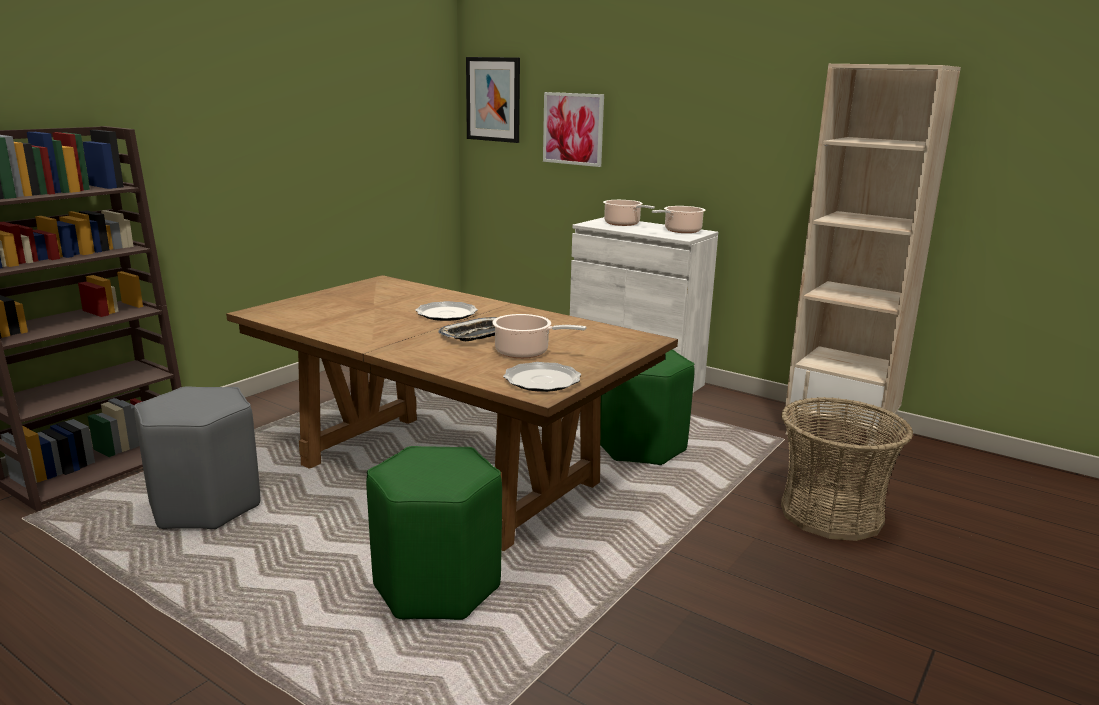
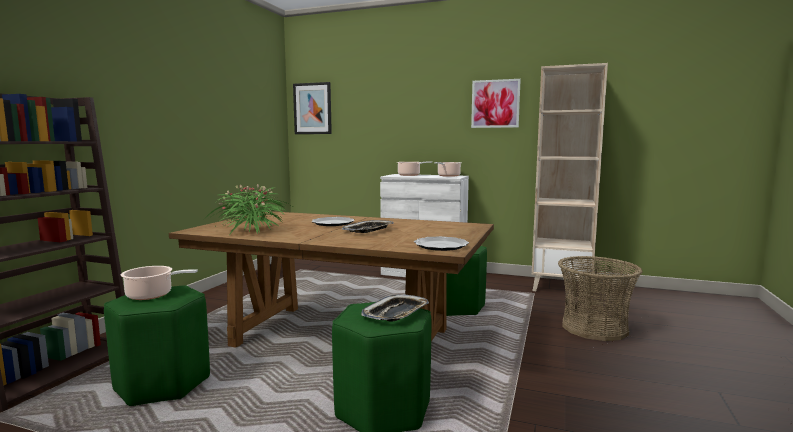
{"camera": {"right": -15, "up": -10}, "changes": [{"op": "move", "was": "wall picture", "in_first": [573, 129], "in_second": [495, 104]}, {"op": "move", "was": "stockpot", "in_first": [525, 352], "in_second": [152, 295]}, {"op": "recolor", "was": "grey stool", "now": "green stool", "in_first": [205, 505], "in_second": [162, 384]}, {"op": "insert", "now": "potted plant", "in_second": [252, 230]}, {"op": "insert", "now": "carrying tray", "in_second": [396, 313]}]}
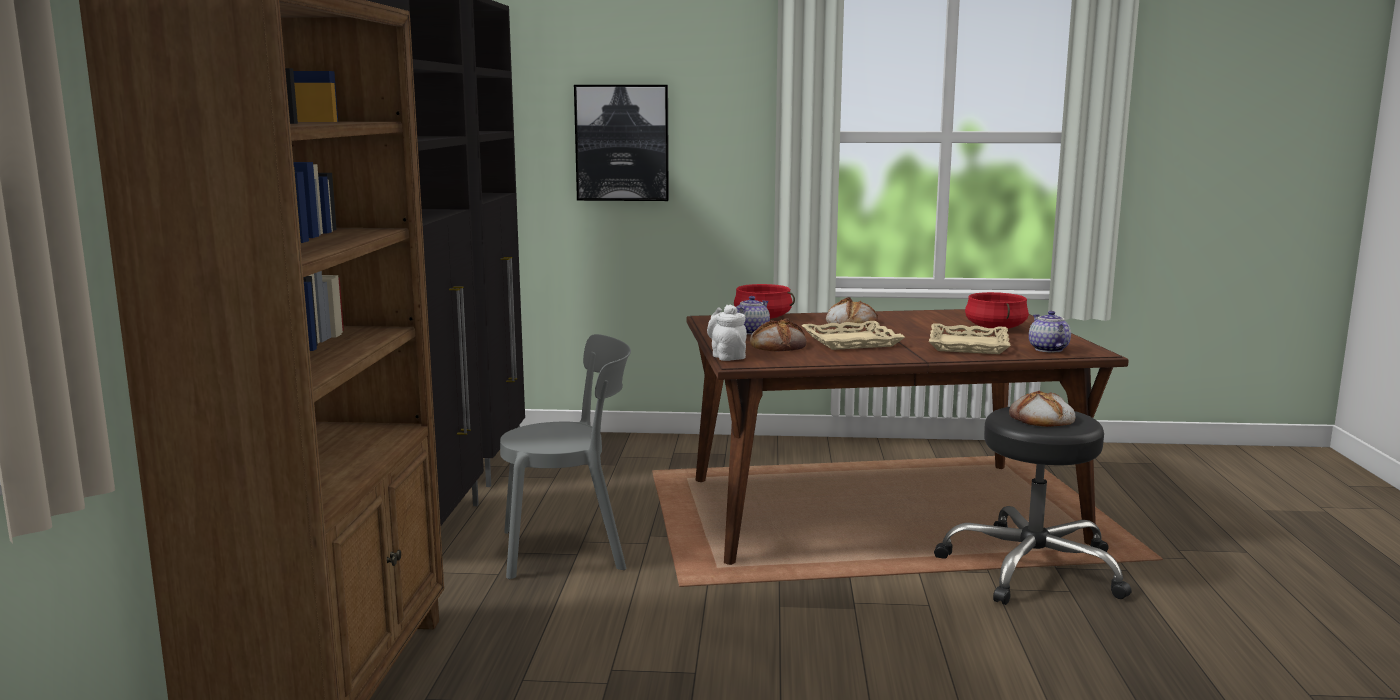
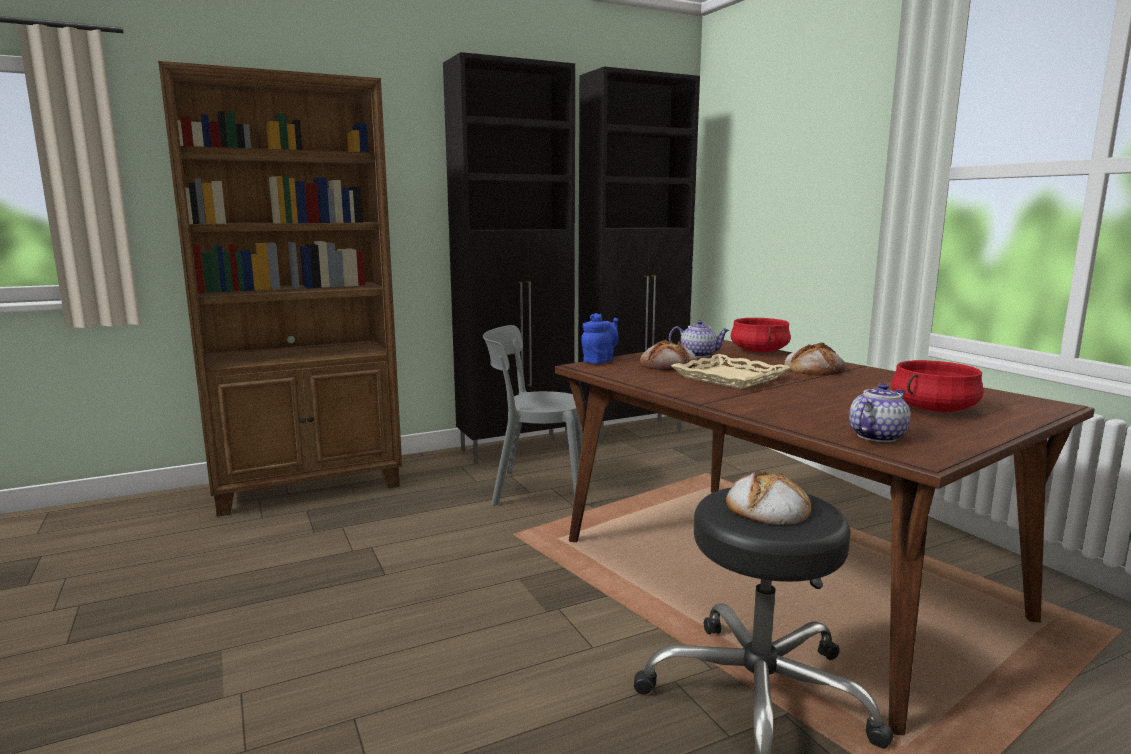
{"camera": {"right": 60, "up": 0}, "changes": [{"op": "delete", "was": "wall picture", "in_first": [622, 143]}, {"op": "recolor", "was": "white pot for tea", "now": "blue-coloured pot for tea", "in_first": [727, 356], "in_second": [600, 361]}, {"op": "delete", "was": "beige-coloured carrying tray", "in_first": [967, 345]}, {"op": "rotate", "was": "grey chair", "in_first": [571, 549], "in_second": [535, 488], "clockwise": 135}]}
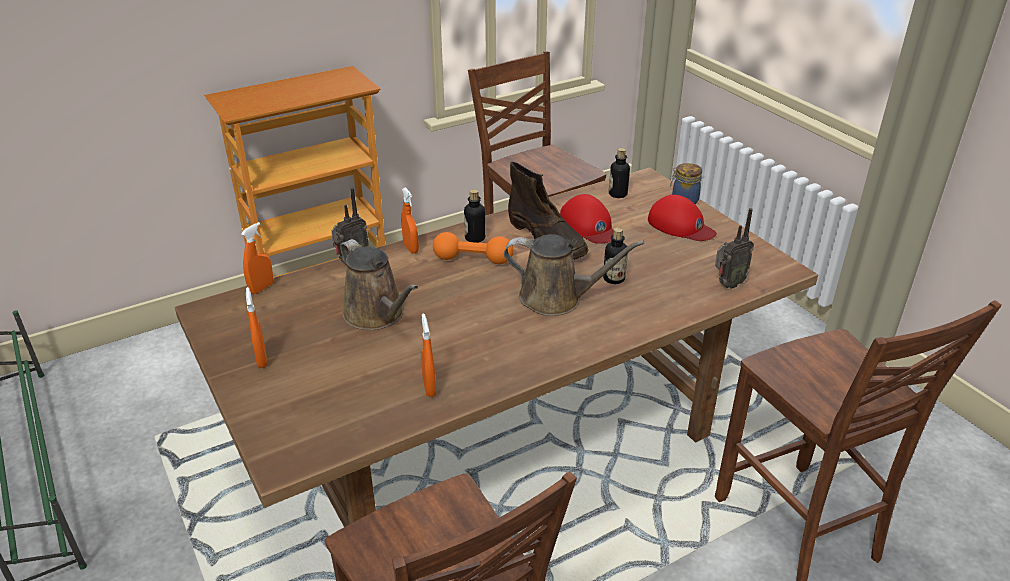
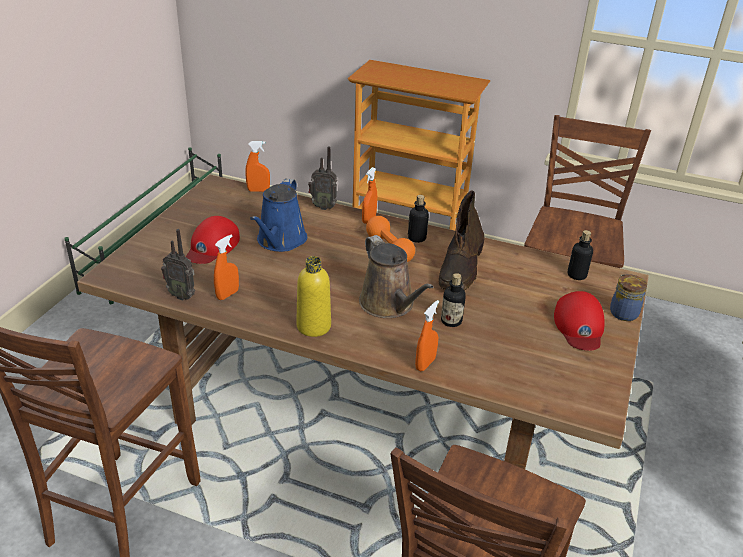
{"camera": {"right": 50, "up": 0}, "changes": [{"op": "move", "was": "red-coloured cap", "in_first": [588, 226], "in_second": [212, 246]}, {"op": "move", "was": "radio receiver", "in_first": [727, 284], "in_second": [182, 295]}, {"op": "recolor", "was": "brownish sprinkling can", "now": "blue-coloured sprinkling can", "in_first": [377, 315], "in_second": [280, 241]}, {"op": "move", "was": "orange sprayer", "in_first": [261, 359], "in_second": [425, 364]}, {"op": "insert", "now": "yellowish drink bottle", "in_second": [313, 326]}]}
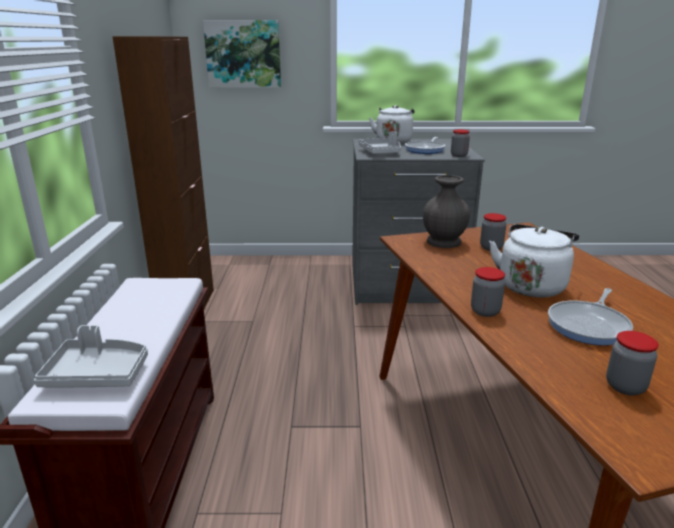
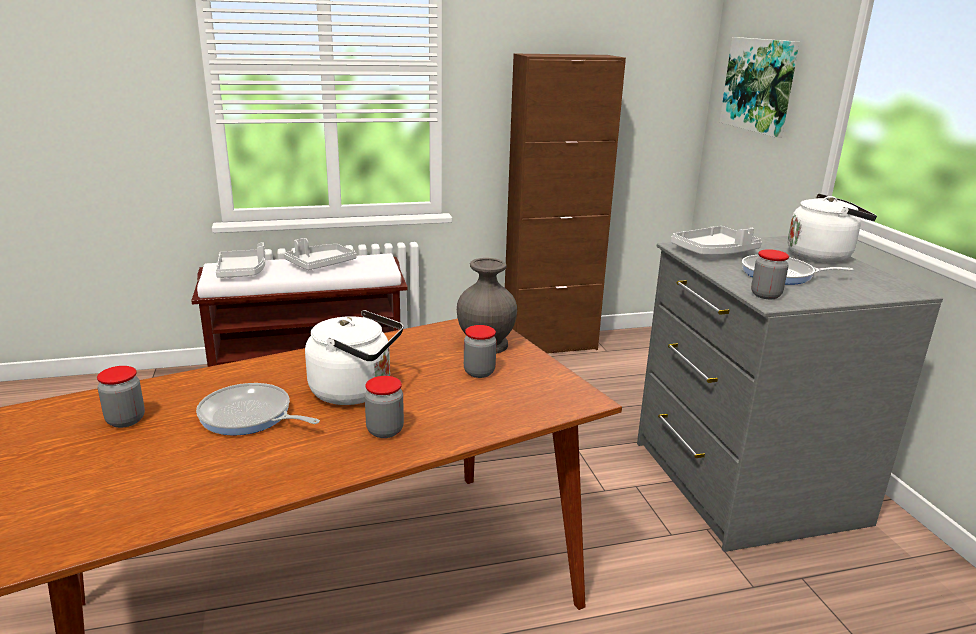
{"camera": {"right": 75, "up": 0}, "changes": [{"op": "move", "was": "jar", "in_first": [485, 311], "in_second": [385, 430]}, {"op": "insert", "now": "grey carrying tray", "in_second": [320, 264]}]}
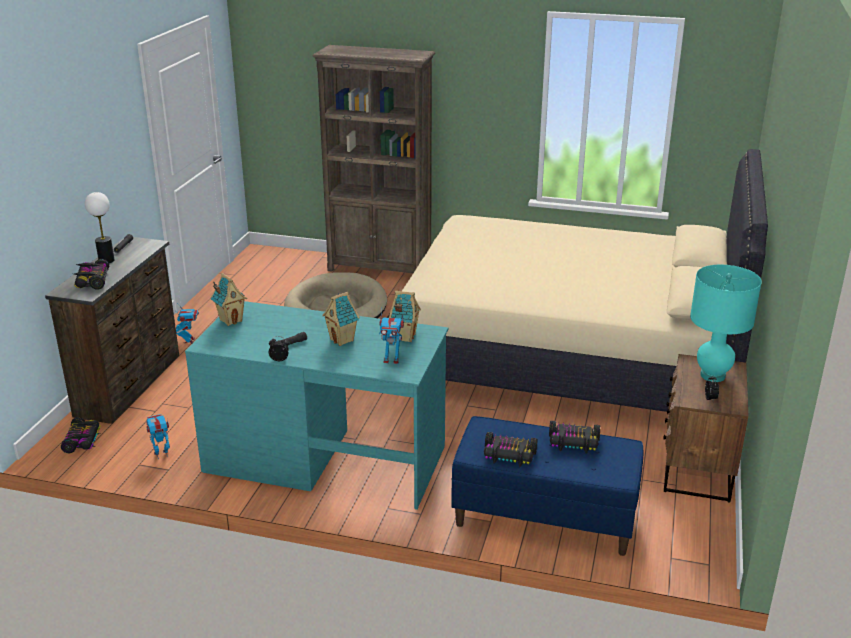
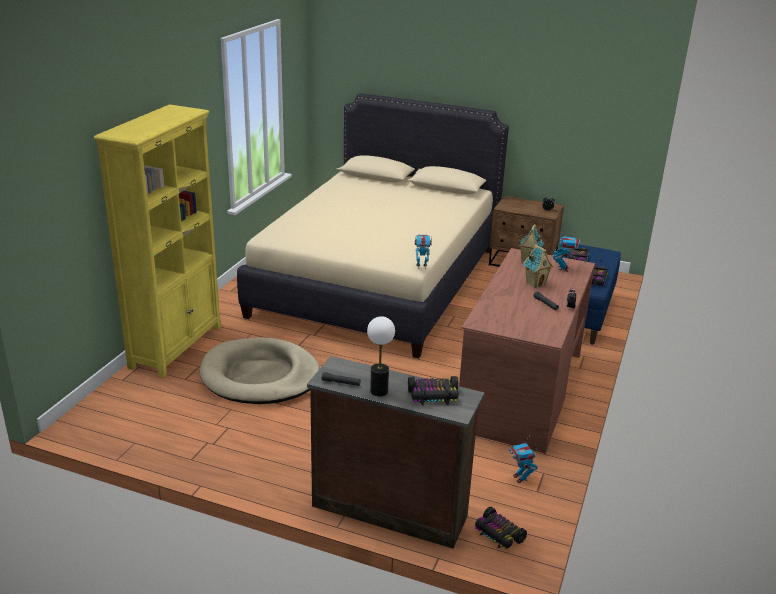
{"camera": {"right": -85, "up": 0}, "changes": [{"op": "recolor", "was": "brownish bookcase", "now": "yellowish bookcase", "in_first": [380, 268], "in_second": [176, 346]}, {"op": "delete", "was": "blue-green lamp for a table", "in_first": [712, 375]}, {"op": "delete", "was": "toy house", "in_first": [231, 320]}, {"op": "recolor", "was": "blue-green desk", "now": "brownish desk", "in_first": [325, 458], "in_second": [520, 391]}, {"op": "move", "was": "toy robot", "in_first": [189, 341], "in_second": [421, 266]}, {"op": "rotate", "was": "model car", "in_first": [83, 440], "in_second": [498, 534], "clockwise": -135}]}
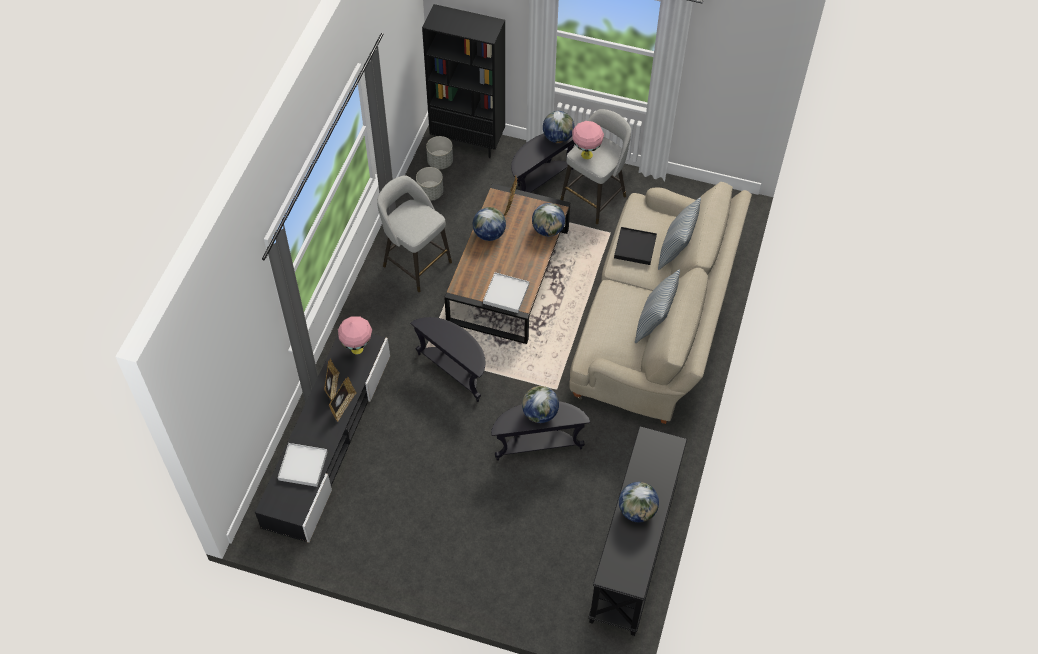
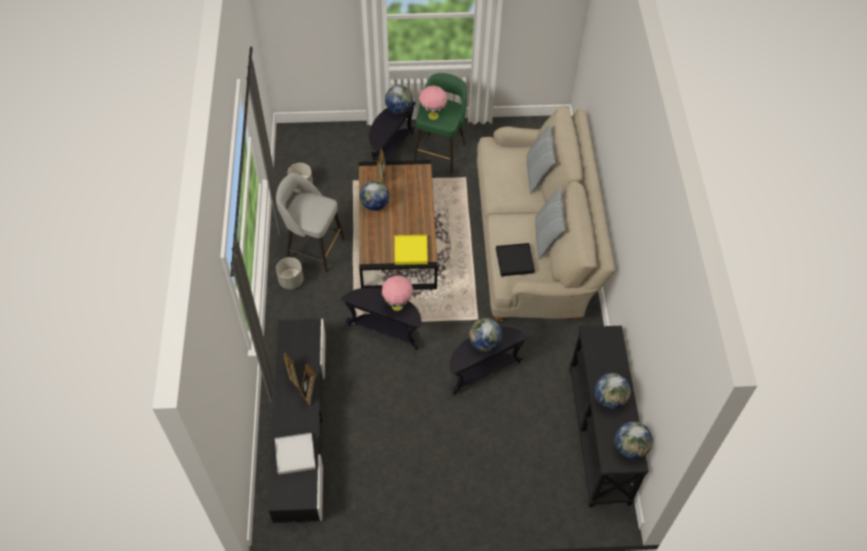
{"camera": {"right": -20, "up": 0}, "changes": [{"op": "delete", "was": "black-coloured bookcase", "in_first": [468, 142]}, {"op": "recolor", "was": "grey stool", "now": "green stool", "in_first": [594, 197], "in_second": [440, 152]}, {"op": "move", "was": "grey flower pot", "in_first": [440, 162], "in_second": [291, 281]}, {"op": "move", "was": "world globe", "in_first": [548, 230], "in_second": [630, 447]}, {"op": "move", "was": "black-coloured carrying tray", "in_first": [635, 247], "in_second": [514, 261]}, {"op": "recolor", "was": "white carrying tray", "now": "yellowish carrying tray", "in_first": [506, 294], "in_second": [410, 251]}, {"op": "move", "was": "pinkish lamp for a table", "in_first": [358, 349], "in_second": [398, 305]}]}
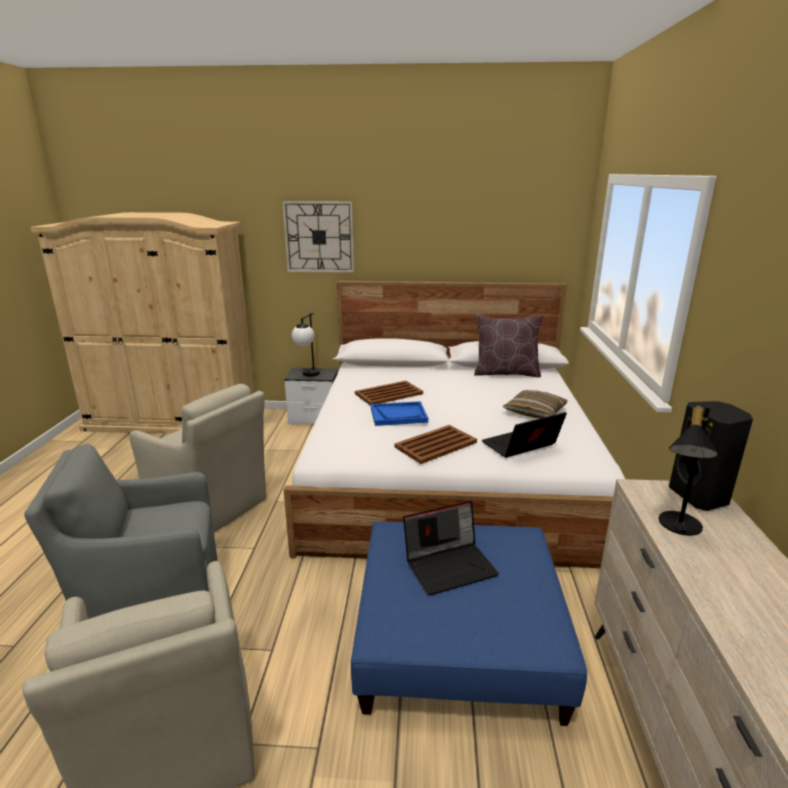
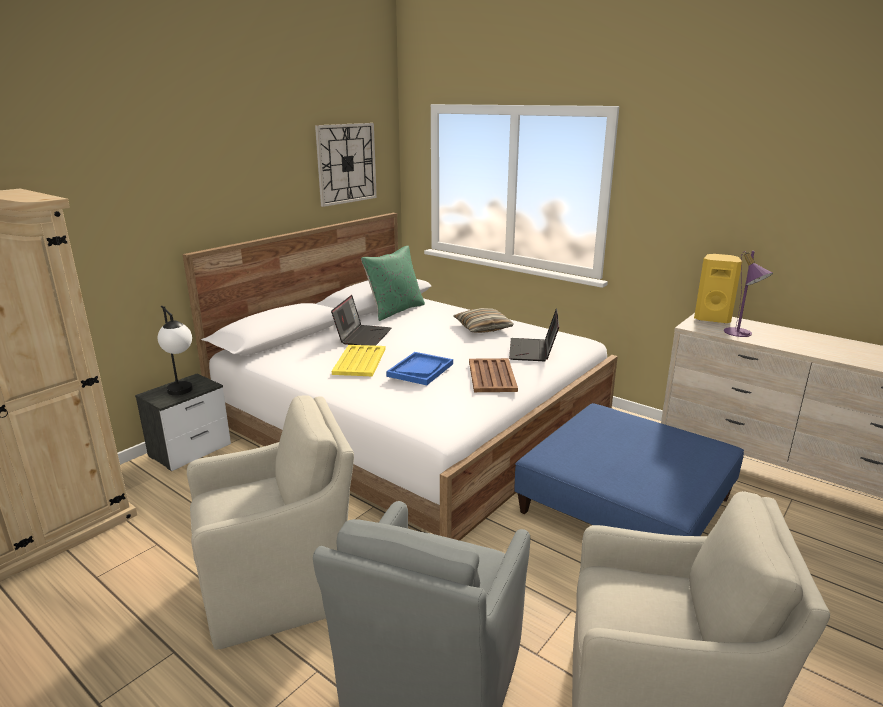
{"camera": {"right": -55, "up": 0}, "changes": [{"op": "move", "was": "wall clock", "in_first": [319, 237], "in_second": [346, 163]}, {"op": "recolor", "was": "brownish throw pillow", "now": "green throw pillow", "in_first": [506, 373], "in_second": [395, 310]}, {"op": "recolor", "was": "brownish carrying tray", "now": "yellowish carrying tray", "in_first": [388, 394], "in_second": [359, 361]}, {"op": "recolor", "was": "black-coloured audio speaker", "now": "yellowish audio speaker", "in_first": [700, 497], "in_second": [712, 318]}, {"op": "recolor", "was": "black-coloured lamp for a table", "now": "purplish lamp for a table", "in_first": [677, 527], "in_second": [741, 334]}, {"op": "move", "was": "portable computer", "in_first": [450, 565], "in_second": [363, 336]}]}
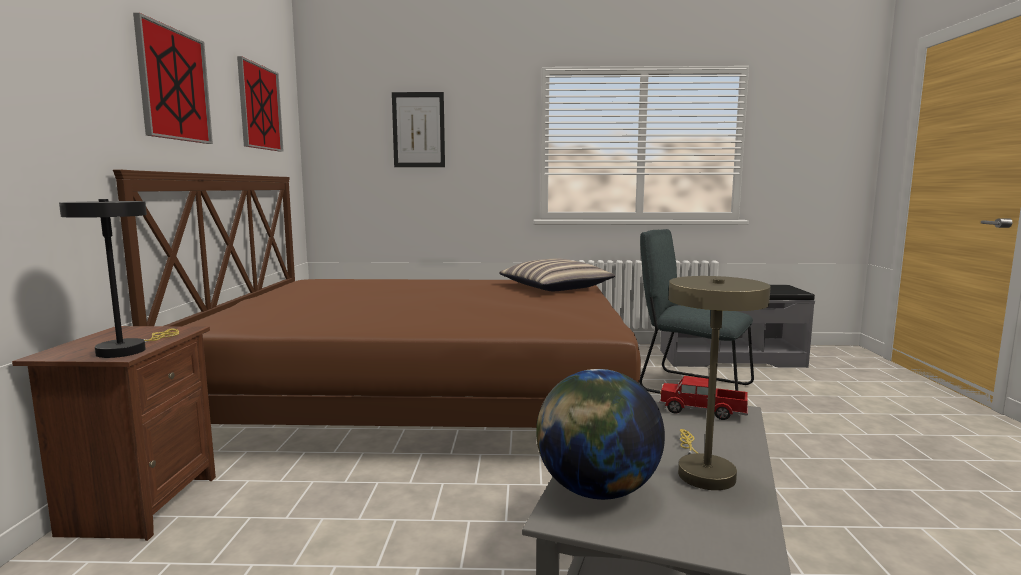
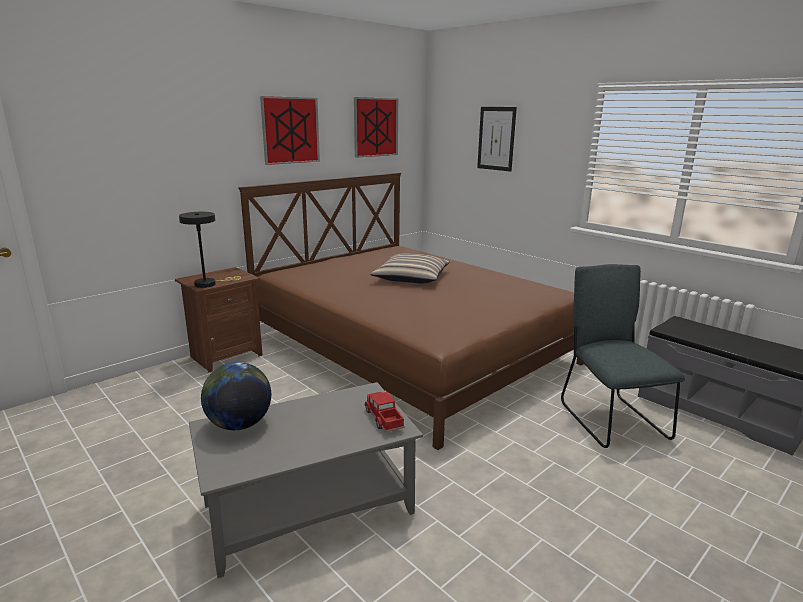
{"camera": {"right": 45, "up": 10}, "changes": [{"op": "move", "was": "throw pillow", "in_first": [555, 287], "in_second": [411, 277]}, {"op": "delete", "was": "beige-coloured lamp for a table", "in_first": [702, 471]}]}
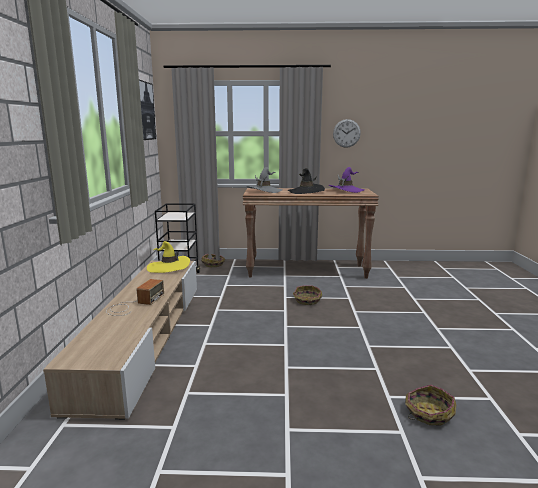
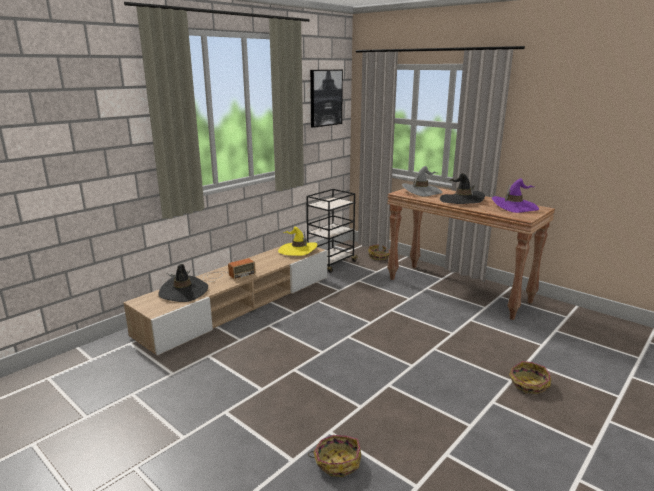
{"camera": {"right": 40, "up": 5}, "changes": [{"op": "delete", "was": "wall clock", "in_first": [346, 133]}, {"op": "move", "was": "household basket", "in_first": [307, 300], "in_second": [528, 384]}, {"op": "insert", "now": "black-coloured hat", "in_second": [183, 291]}]}
